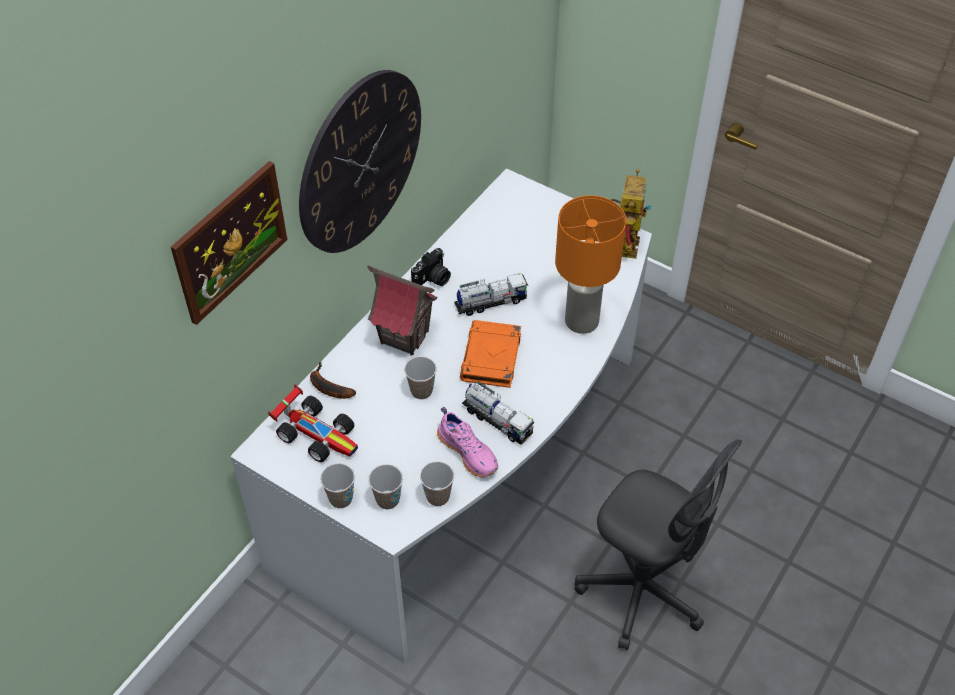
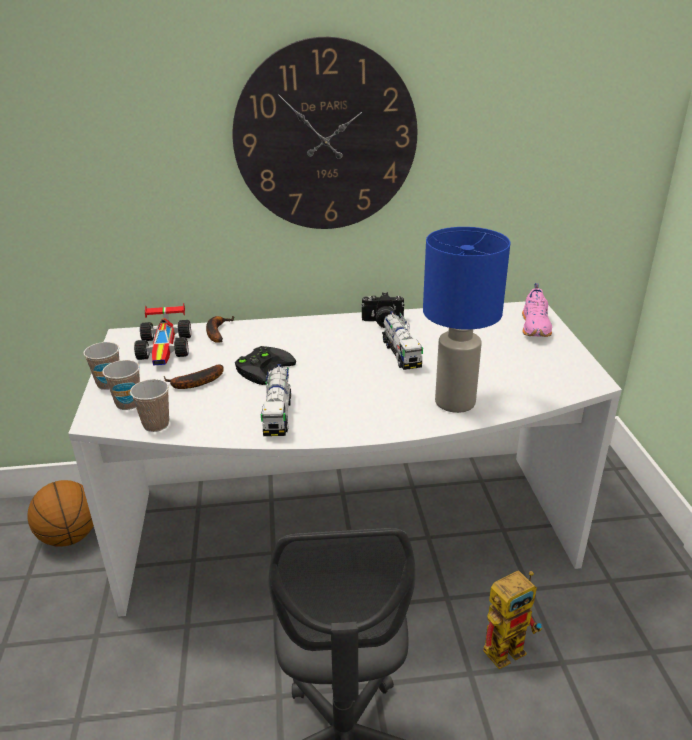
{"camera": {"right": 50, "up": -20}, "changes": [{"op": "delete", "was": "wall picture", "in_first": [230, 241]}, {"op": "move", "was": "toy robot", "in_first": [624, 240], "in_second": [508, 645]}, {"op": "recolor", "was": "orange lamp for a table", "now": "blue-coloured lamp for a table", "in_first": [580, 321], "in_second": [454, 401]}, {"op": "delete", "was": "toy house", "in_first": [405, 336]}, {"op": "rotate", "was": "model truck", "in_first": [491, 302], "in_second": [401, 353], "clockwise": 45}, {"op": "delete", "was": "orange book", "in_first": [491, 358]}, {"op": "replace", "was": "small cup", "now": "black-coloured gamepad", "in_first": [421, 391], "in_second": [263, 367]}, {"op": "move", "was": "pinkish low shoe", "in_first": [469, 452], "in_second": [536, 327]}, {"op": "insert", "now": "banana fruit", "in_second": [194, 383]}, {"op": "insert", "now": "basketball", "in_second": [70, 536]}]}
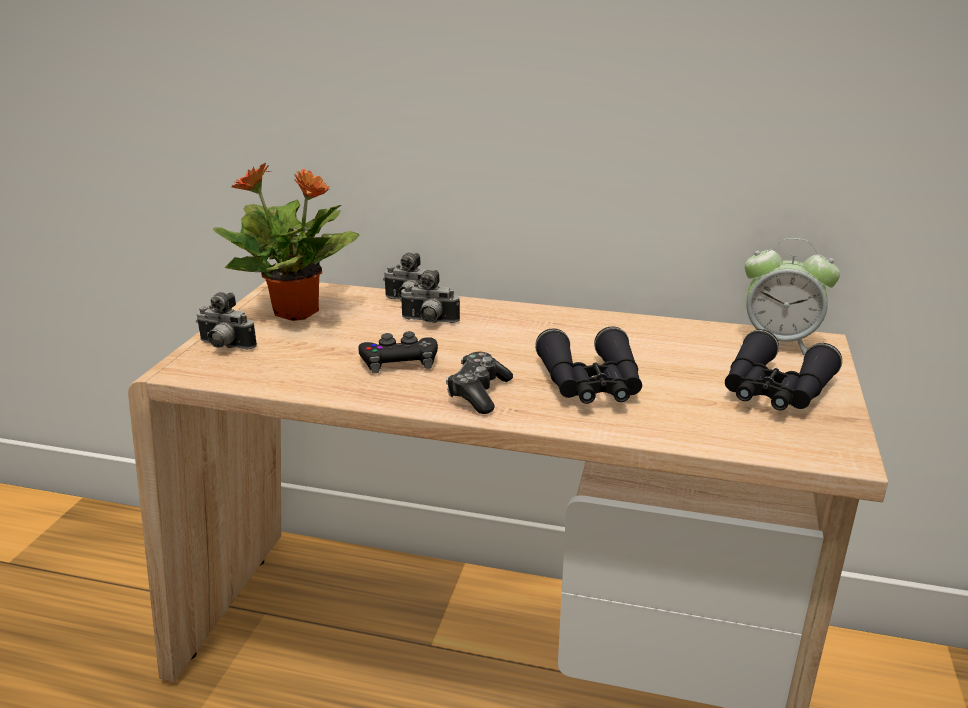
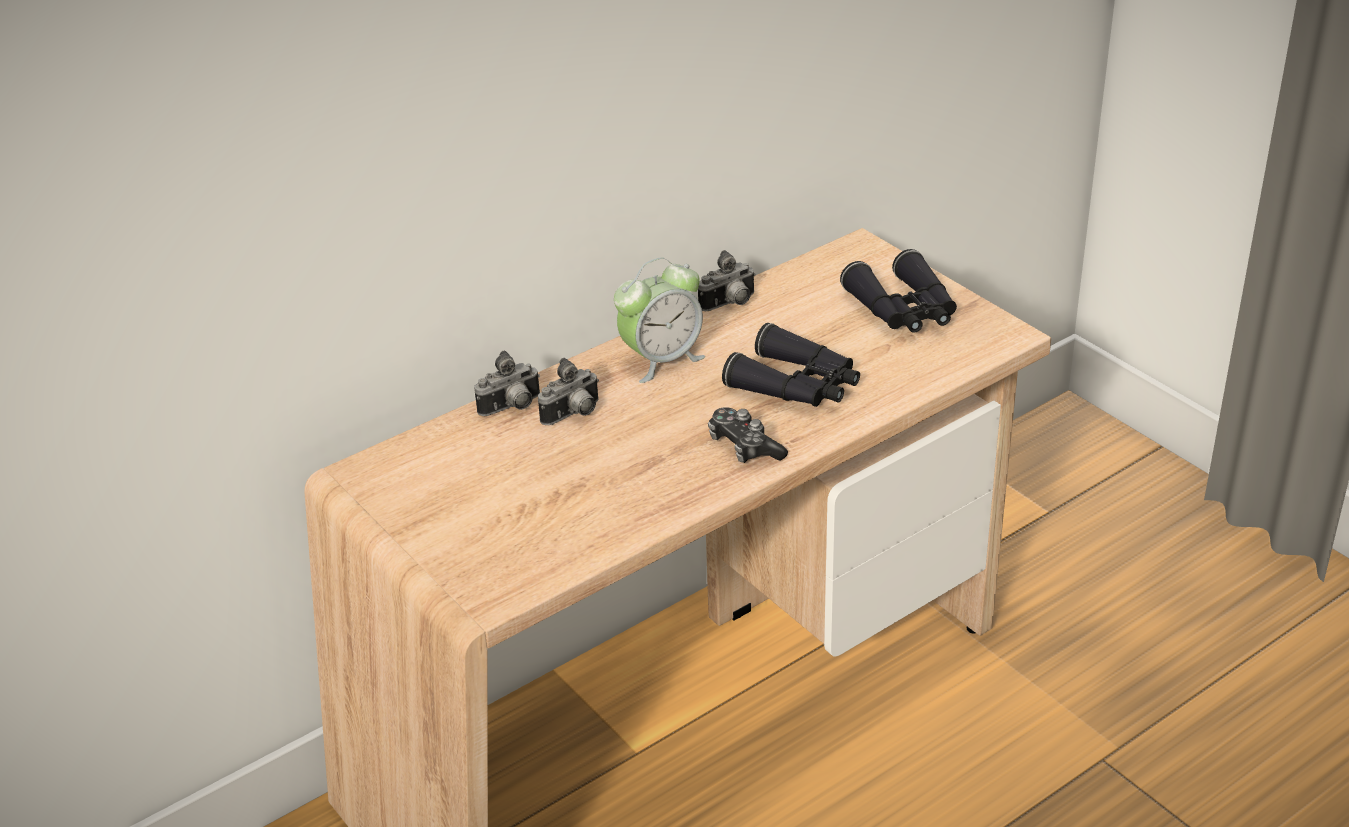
{"camera": {"right": -50, "up": 10}, "changes": [{"op": "delete", "was": "potted plant", "in_first": [298, 312]}, {"op": "move", "was": "table clock", "in_first": [779, 343], "in_second": [661, 360]}, {"op": "move", "was": "photo camera", "in_first": [224, 347], "in_second": [730, 304]}, {"op": "delete", "was": "black-coloured gamepad", "in_first": [399, 361]}]}
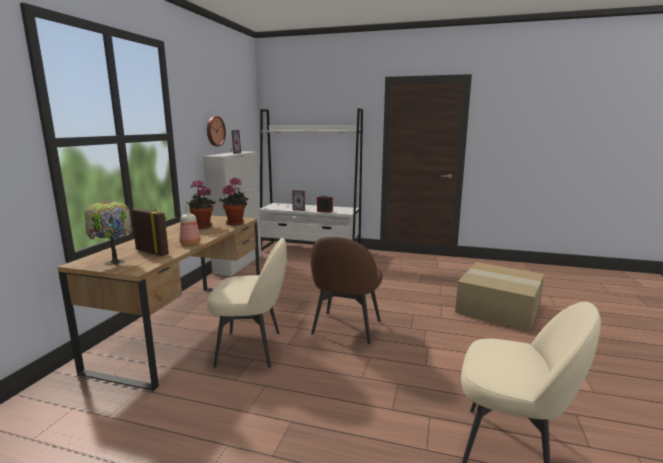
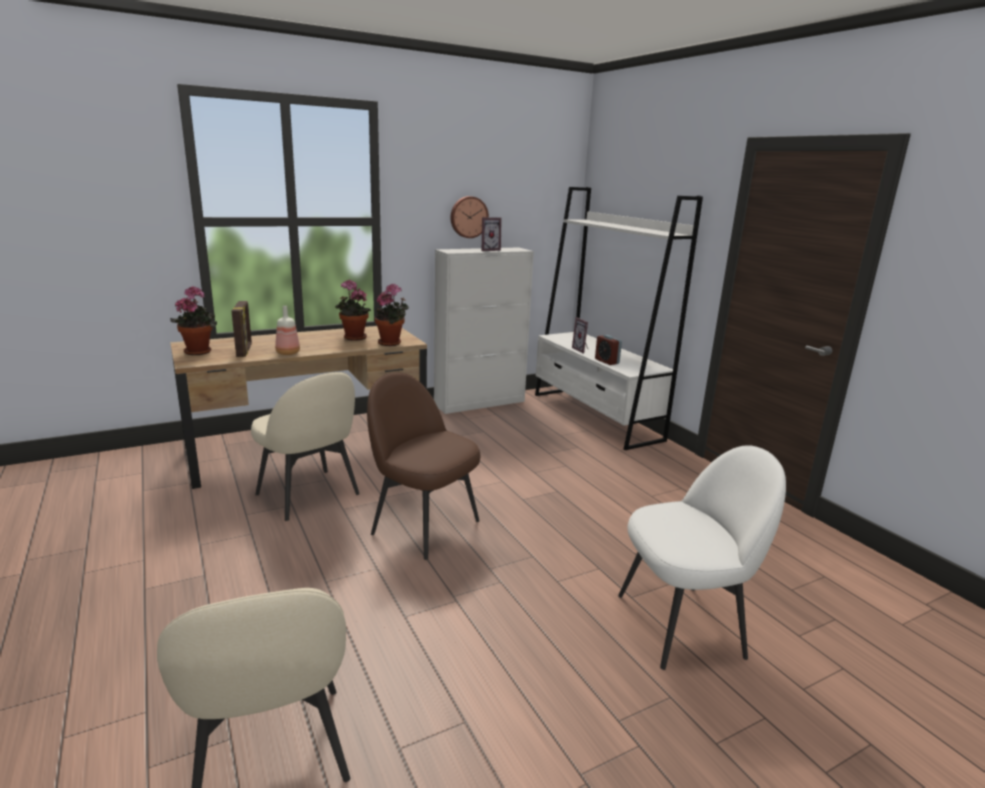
{"camera": {"right": 45, "up": 5}, "changes": [{"op": "replace", "was": "lamp for a table", "now": "potted plant", "in_first": [113, 263], "in_second": [199, 351]}, {"op": "rotate", "was": "brownish chair", "in_first": [346, 328], "in_second": [423, 526], "clockwise": 60}, {"op": "replace", "was": "packing box", "now": "white chair", "in_first": [499, 308], "in_second": [683, 624]}]}
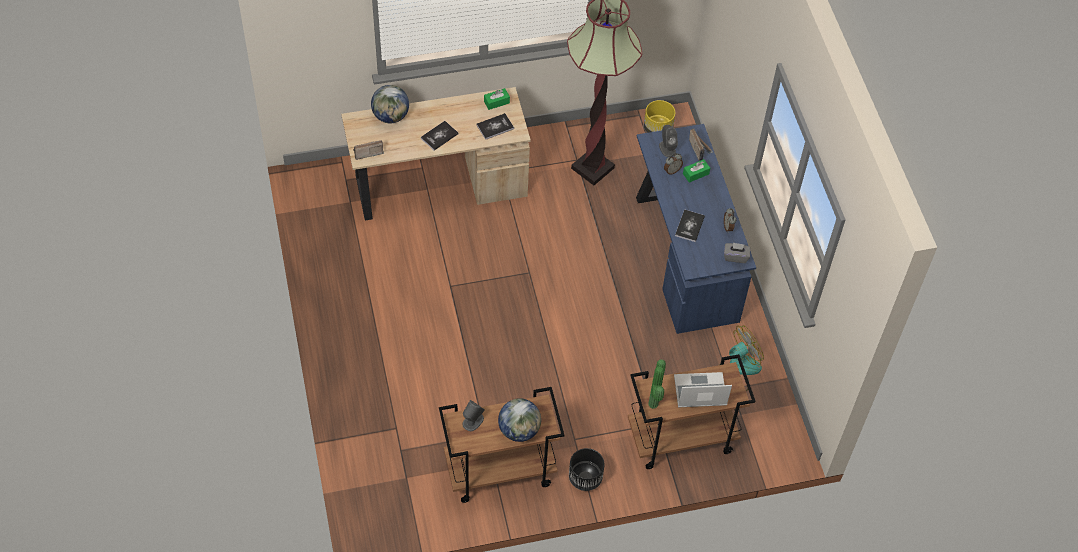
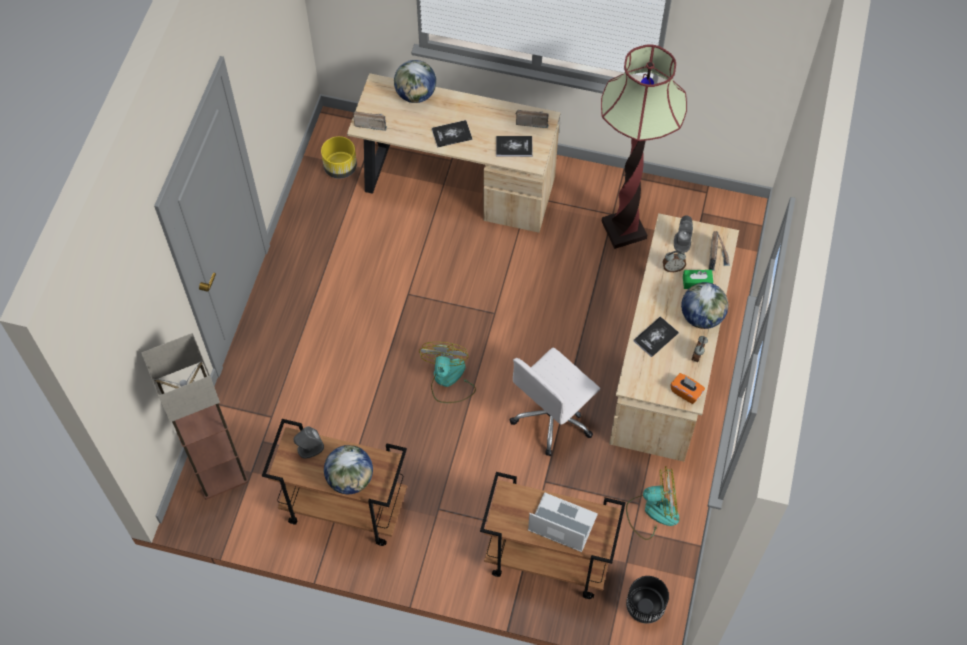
{"camera": {"right": 30, "up": 5}, "changes": [{"op": "replace", "was": "green tissue box", "now": "radio receiver", "in_first": [496, 102], "in_second": [531, 121]}, {"op": "move", "was": "yellowish flower pot", "in_first": [658, 128], "in_second": [340, 168]}, {"op": "recolor", "was": "blue-coloured desk", "now": "beige-coloured desk", "in_first": [684, 255], "in_second": [667, 363]}, {"op": "recolor", "was": "grey tissue box", "now": "orange tissue box", "in_first": [735, 257], "in_second": [686, 392]}, {"op": "delete", "was": "potted plant", "in_first": [655, 404]}, {"op": "move", "was": "black-coloured flower pot", "in_first": [585, 478], "in_second": [644, 606]}, {"op": "insert", "now": "world globe", "in_second": [701, 316]}, {"op": "insert", "now": "standard lamp", "in_second": [219, 473]}, {"op": "insert", "now": "electric fan", "in_second": [448, 380]}, {"op": "insert", "now": "white computer chair", "in_second": [553, 417]}]}
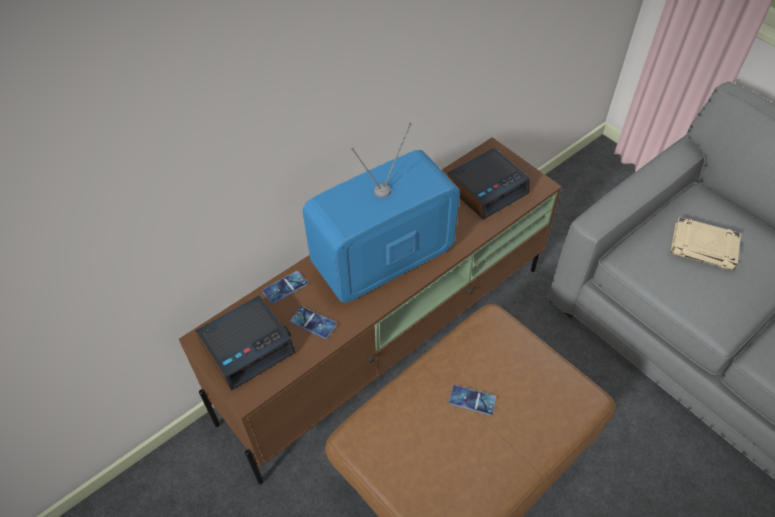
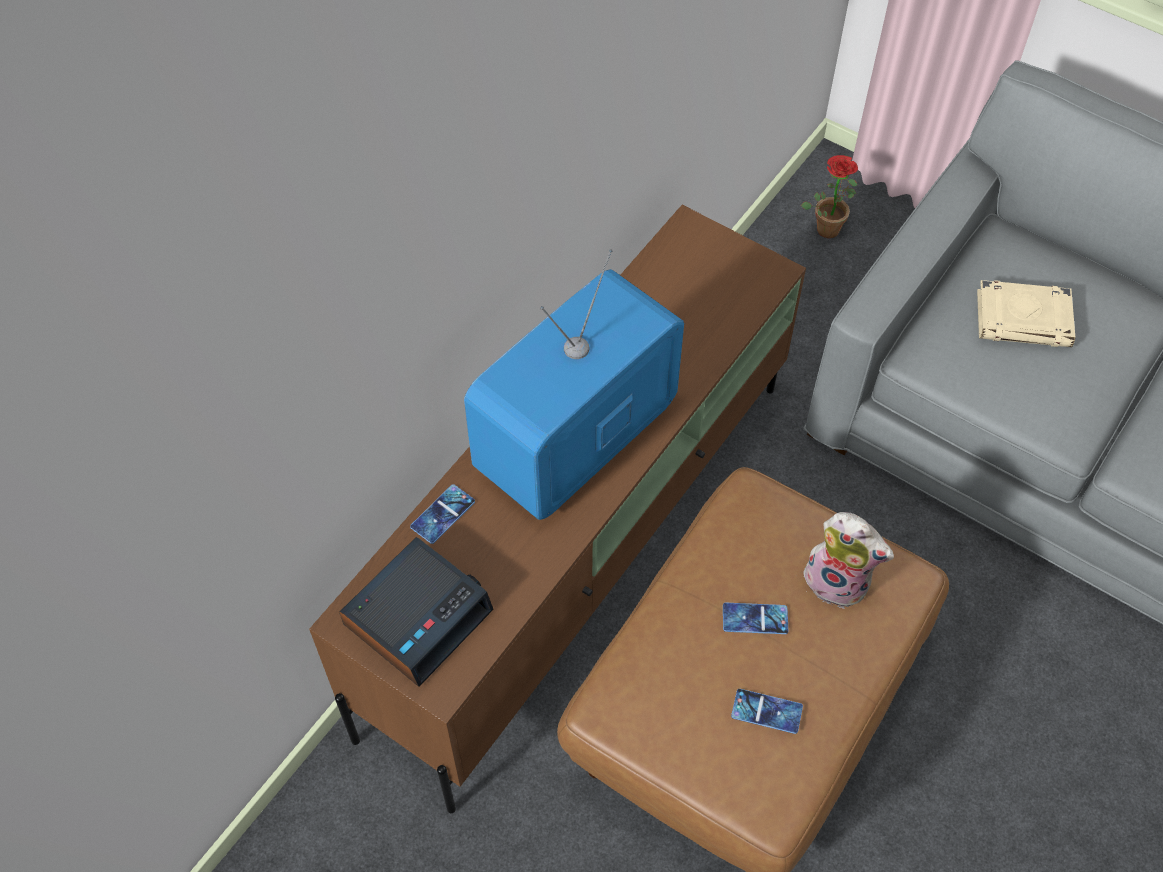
{"camera": {"right": -15, "up": 5}, "changes": [{"op": "delete", "was": "table clock", "in_first": [486, 189]}, {"op": "move", "was": "phone", "in_first": [313, 322], "in_second": [766, 711]}, {"op": "insert", "now": "potted plant", "in_second": [827, 225]}, {"op": "insert", "now": "cuddly toy", "in_second": [839, 581]}]}
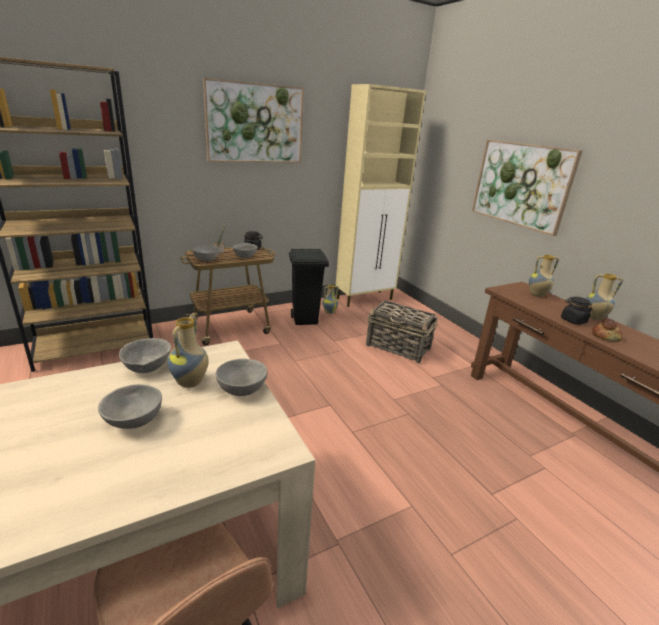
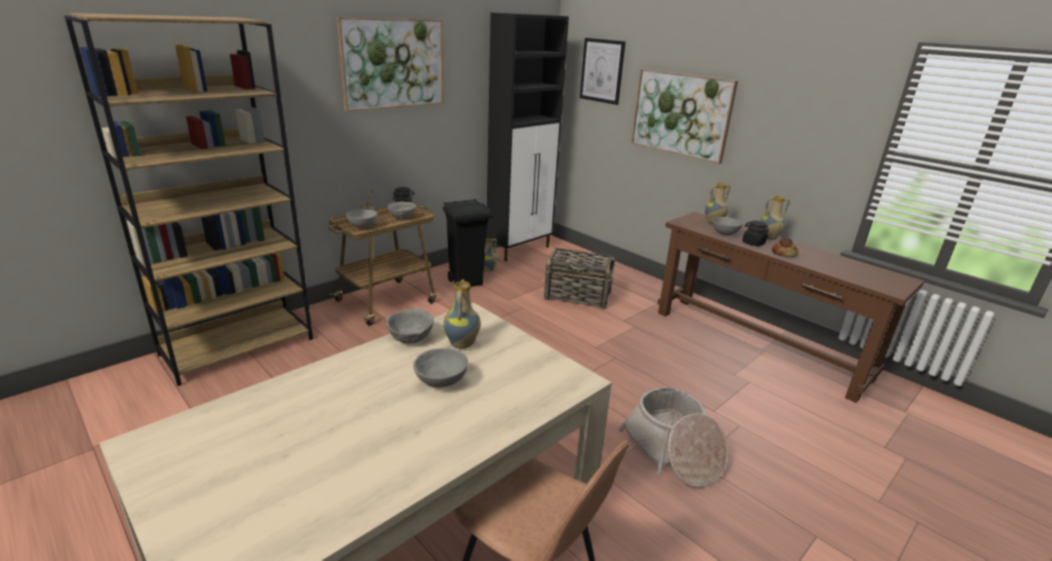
{"camera": {"right": -15, "up": 0}, "changes": [{"op": "recolor", "was": "beige-coloured storage cabinet", "now": "black-coloured storage cabinet", "in_first": [365, 299], "in_second": [520, 250]}, {"op": "move", "was": "grey deep dish", "in_first": [241, 390], "in_second": [724, 234]}, {"op": "insert", "now": "wall picture", "in_second": [602, 71]}, {"op": "insert", "now": "household basket", "in_second": [672, 451]}]}
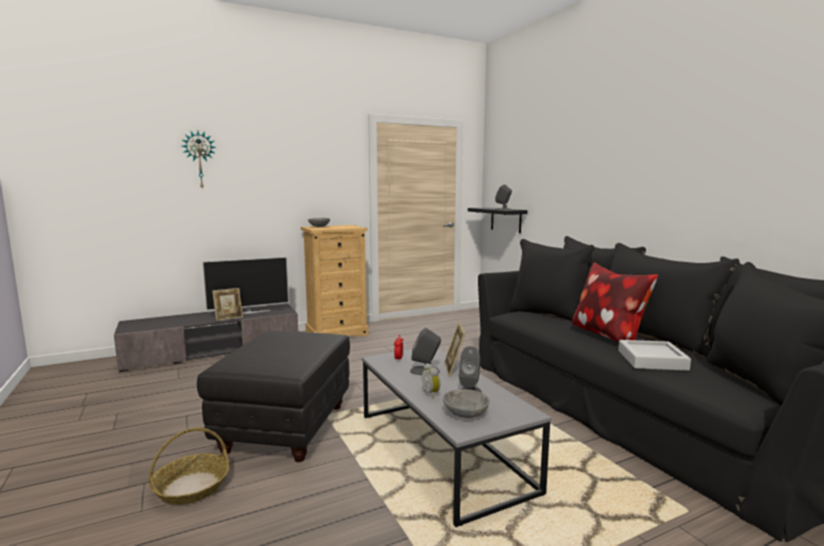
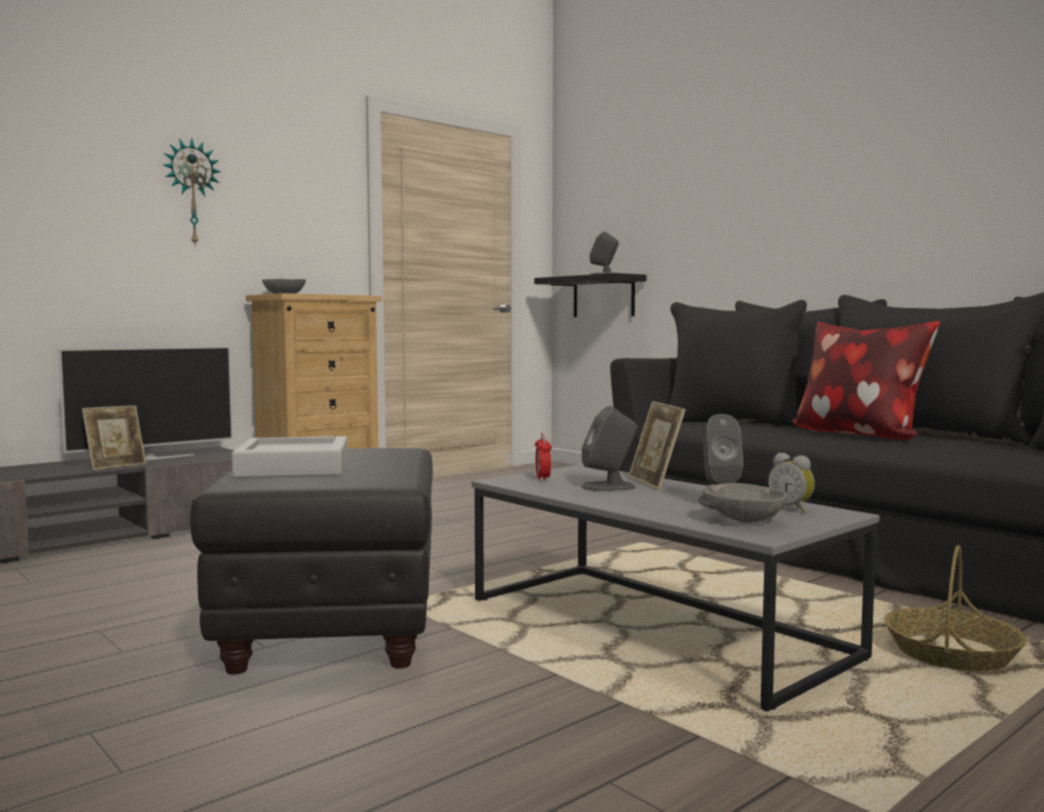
{"camera": {"right": -15, "up": -5}, "changes": [{"op": "move", "was": "wall clock", "in_first": [199, 160], "in_second": [191, 193]}, {"op": "move", "was": "grey carrying tray", "in_first": [652, 360], "in_second": [293, 468]}, {"op": "move", "was": "table clock", "in_first": [432, 394], "in_second": [791, 509]}, {"op": "move", "was": "household basket", "in_first": [191, 487], "in_second": [952, 654]}]}
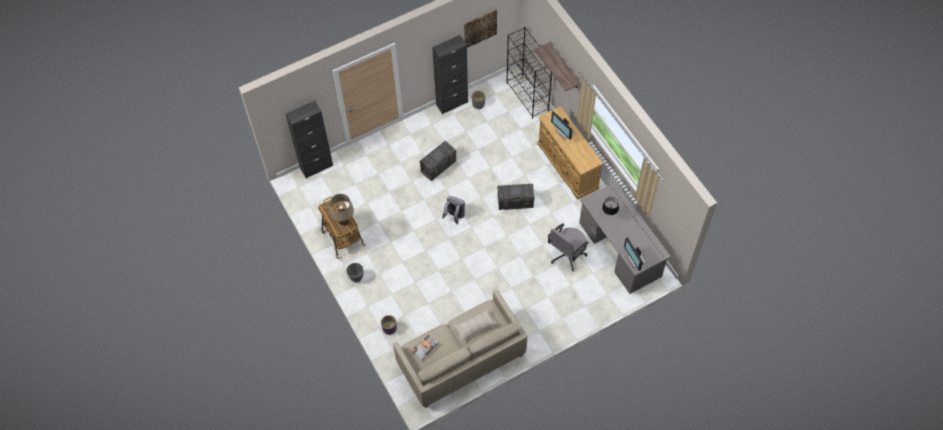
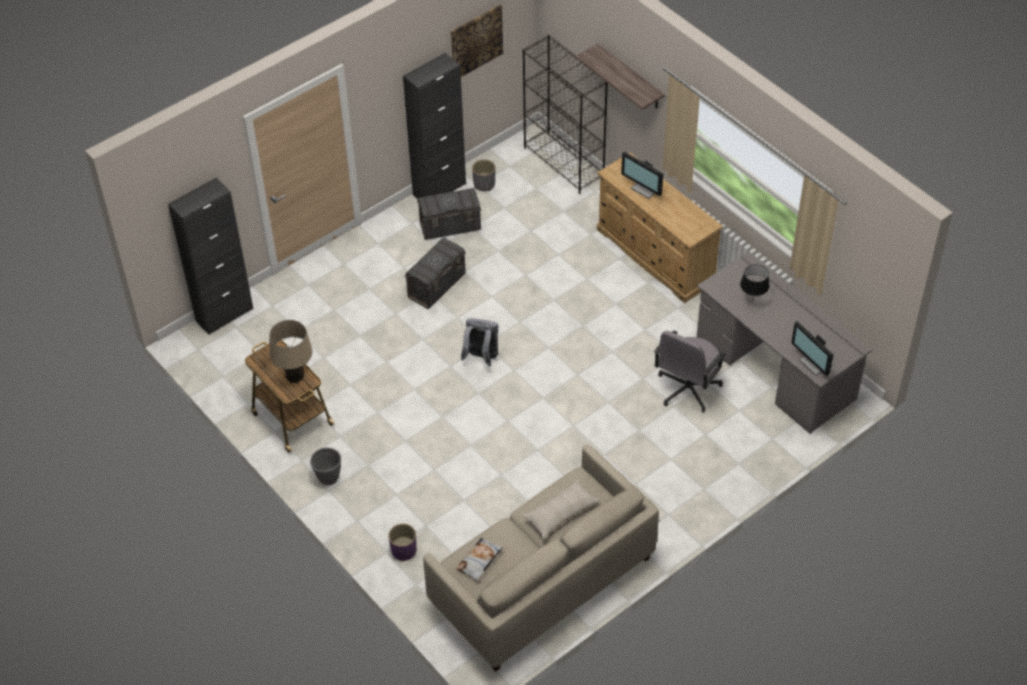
{"camera": {"right": -10, "up": -10}, "changes": [{"op": "move", "was": "grey storage container", "in_first": [515, 202], "in_second": [450, 227]}]}
